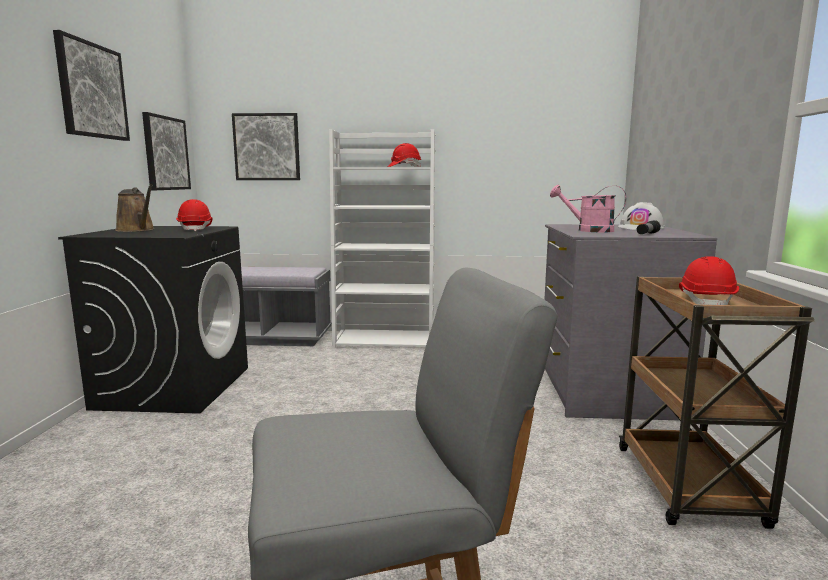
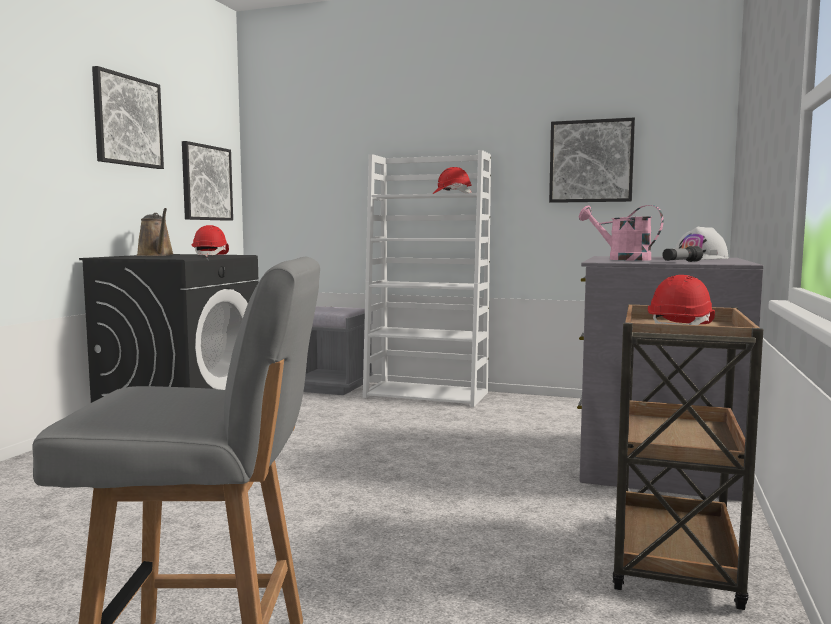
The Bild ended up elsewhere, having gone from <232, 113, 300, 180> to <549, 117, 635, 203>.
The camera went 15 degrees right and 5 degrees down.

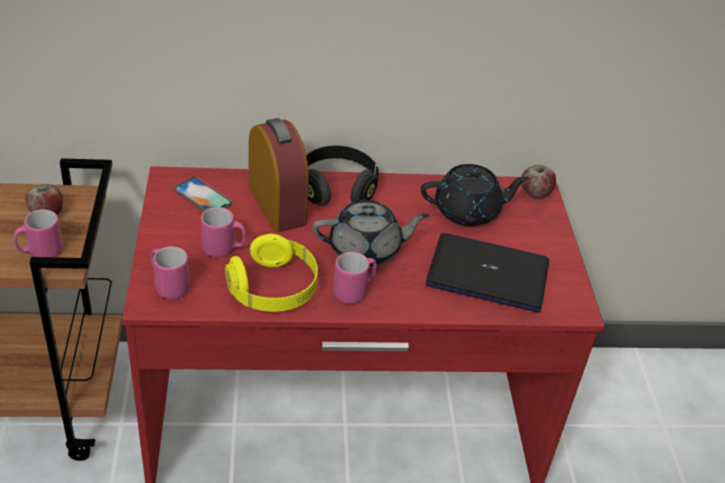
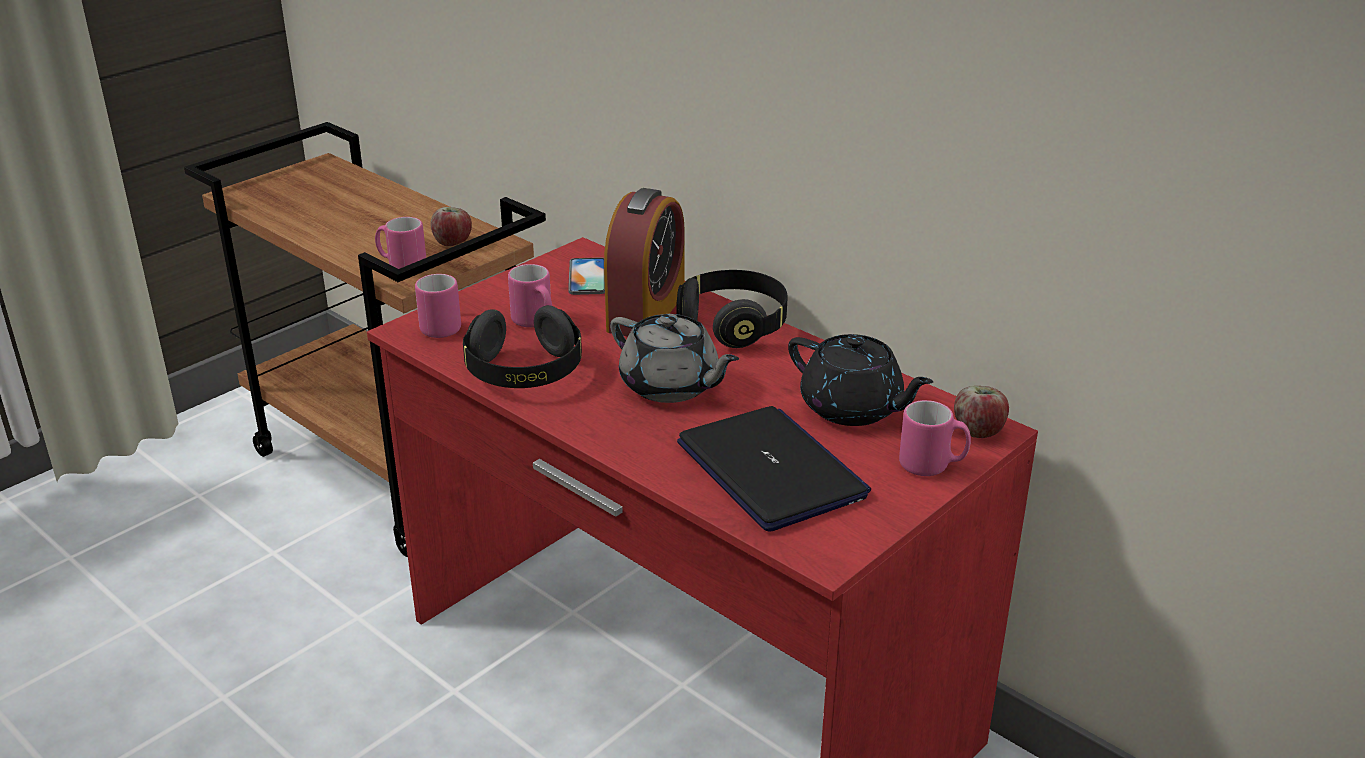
What was the Kopfhörer (gelb) at <225, 234, 318, 312> turned into the Kopfhörer (schwarz) at <463, 305, 582, 388>.
The Henkelbecher (rosa) ended up elsewhere, having gone from <333, 252, 377, 304> to <899, 400, 971, 476>.
The camera went 50 degrees right and 10 degrees down.

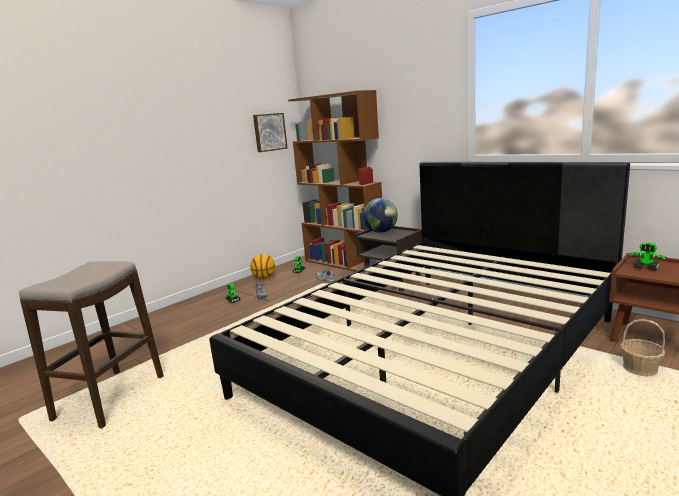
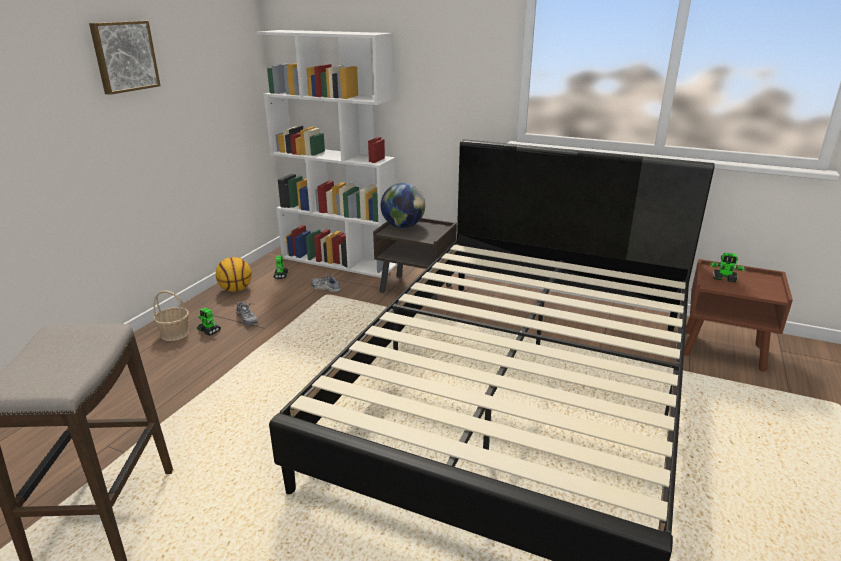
The Bild ended up elsewhere, having gone from <253, 113, 288, 152> to <89, 21, 161, 95>.
What was the Bücherregal (braun) at <288, 90, 382, 272> turned into the Bücherregal (weiß) at <257, 30, 397, 278>.
The Korb ended up elsewhere, having gone from <620, 319, 665, 377> to <153, 290, 189, 341>.
The camera went 20 degrees left and 10 degrees up.

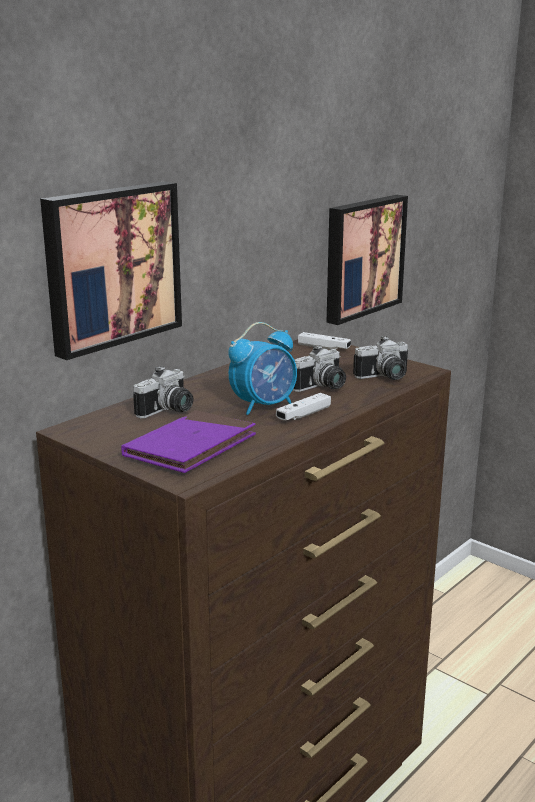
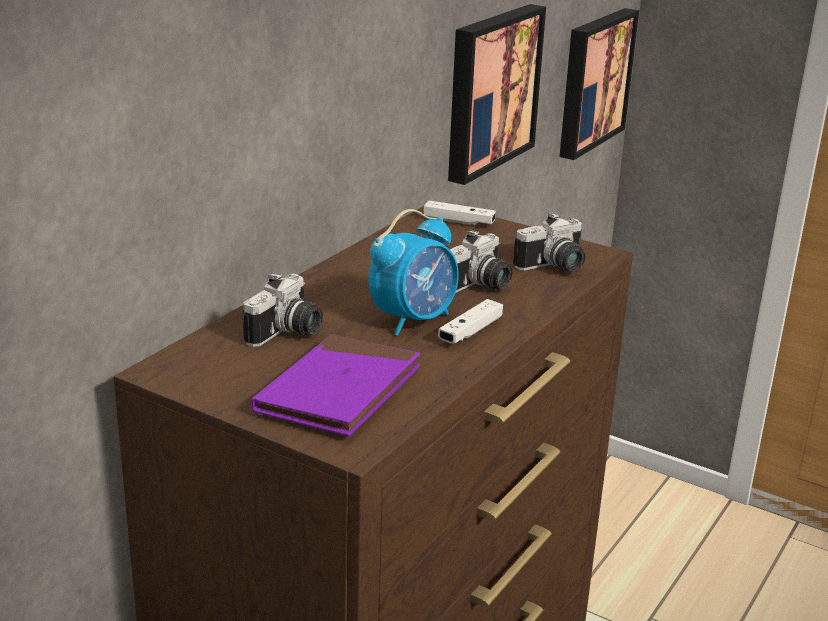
The Bild ended up elsewhere, having gone from <40, 181, 182, 360> to <560, 8, 639, 160>.
The camera went 10 degrees left and 5 degrees up.

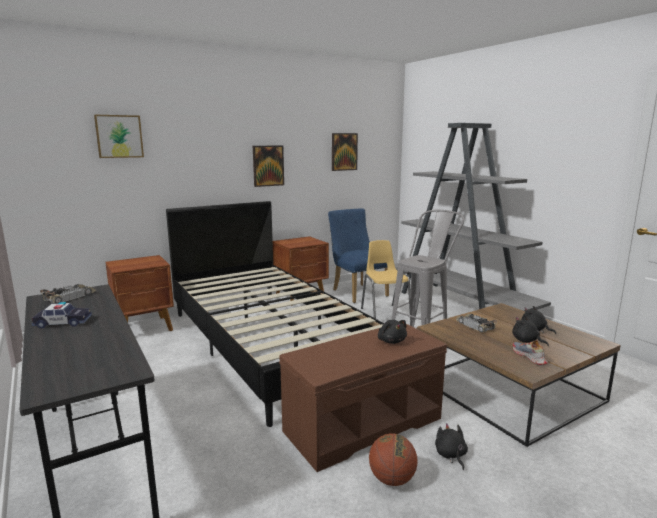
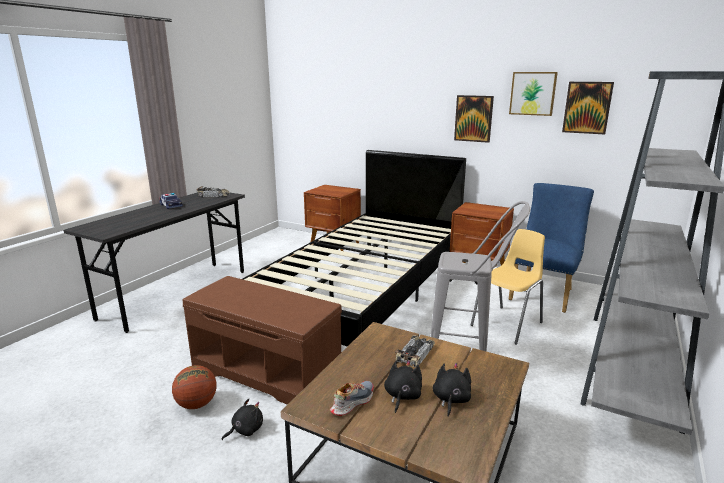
The Bild ended up elsewhere, having gone from <94, 115, 144, 158> to <509, 72, 558, 116>.
The second view lost the Plüschtier (schwarz) at <378, 320, 407, 344>.
The camera went 60 degrees right and 5 degrees up.

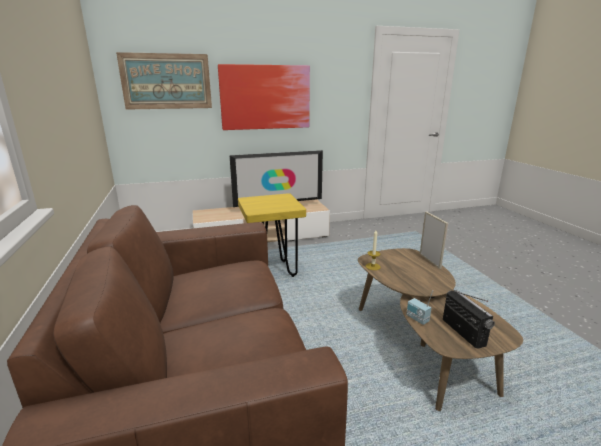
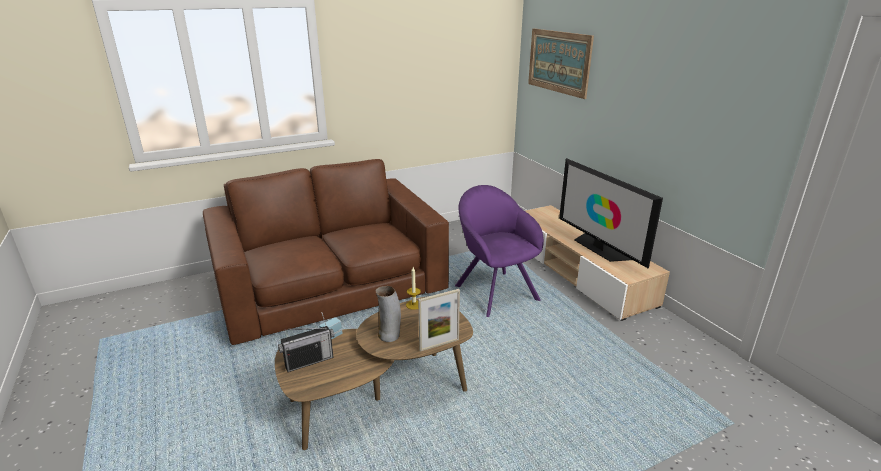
The second view lost the Bild at <218, 64, 310, 130>.
Where the Hocker (gelb) stood at <238, 193, 306, 277>, the Sessel (lila) came to stand at <455, 185, 544, 317>.
The second view gained the Vase at <375, 286, 401, 342>.
The camera went 80 degrees right and 5 degrees up.

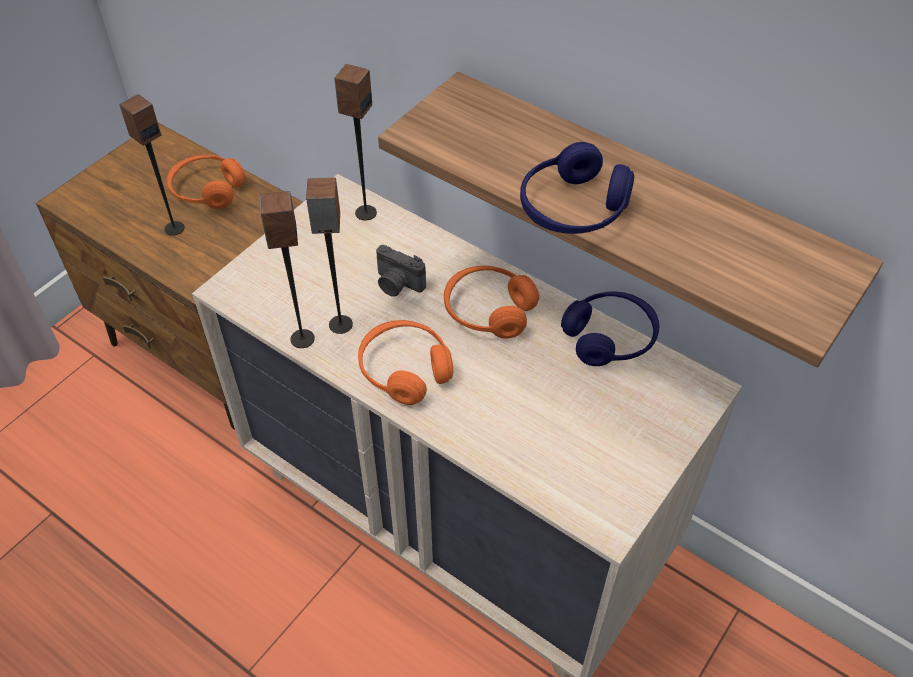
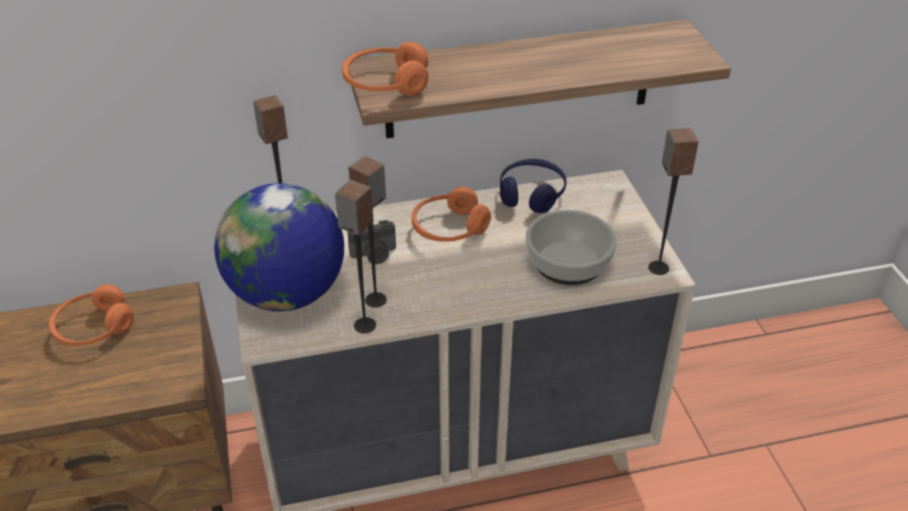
The Lautsprecher ended up elsewhere, having gone from <119, 94, 185, 236> to <648, 128, 699, 275>.
The Kopfhörer (orange) ended up elsewhere, having gone from <358, 320, 453, 405> to <342, 42, 429, 96>.
The second view lost the Kopfhörer (blau) at <520, 142, 634, 234>.
The second view gained the Globus at <214, 183, 344, 312>.
The second view gained the Schüssel at <526, 210, 617, 285>.
The camera went 50 degrees left and 10 degrees down.

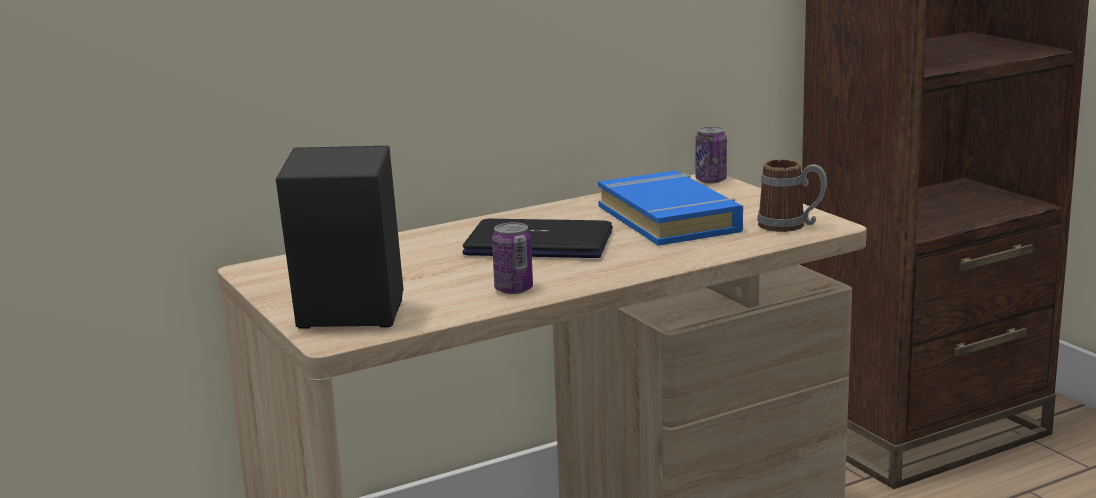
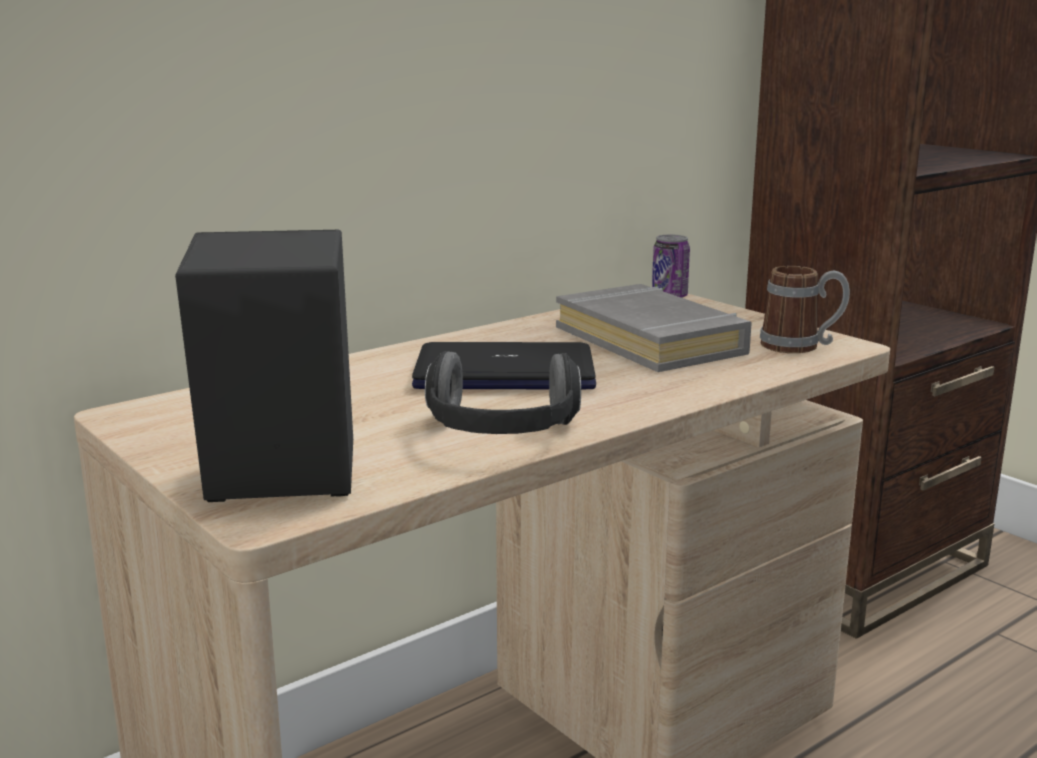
Where the Dose stood at <492, 222, 533, 294>, the Kopfhörer came to stand at <425, 351, 581, 434>.
What was the Buch (blau) at <598, 171, 743, 246> turned into the Buch (grau) at <556, 284, 752, 372>.
The camera went 10 degrees left and 0 degrees up.

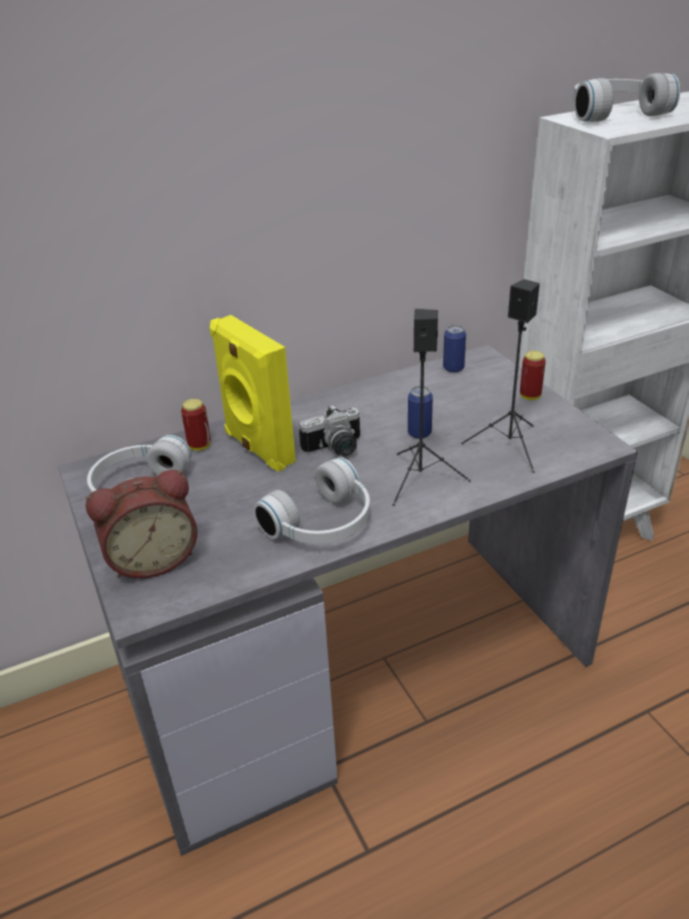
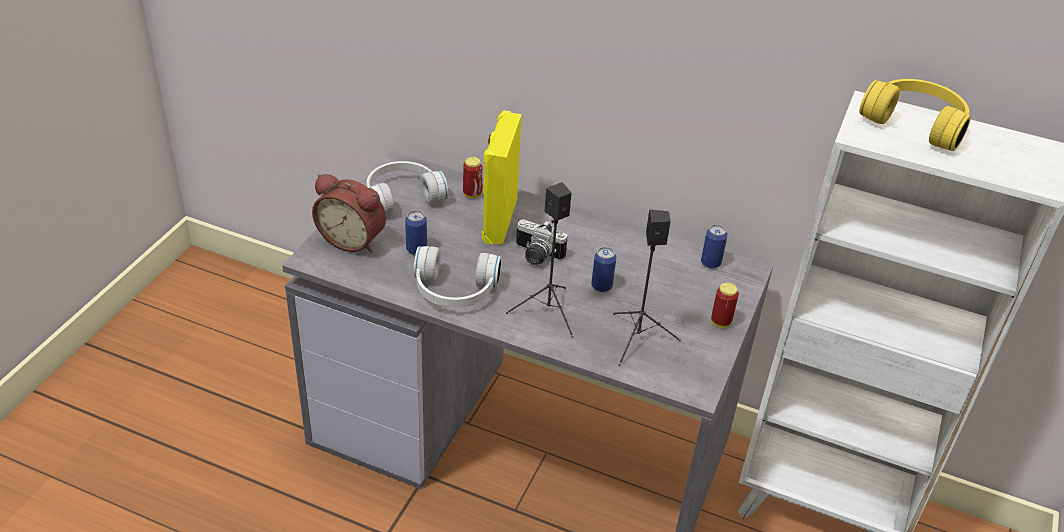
What was the Kopfhörer (weiß) at <573, 73, 680, 122> turned into the Kopfhörer (gelb) at <859, 79, 971, 151>.
The second view gained the Dose at <405, 210, 427, 255>.
The camera went 45 degrees right and 5 degrees up.

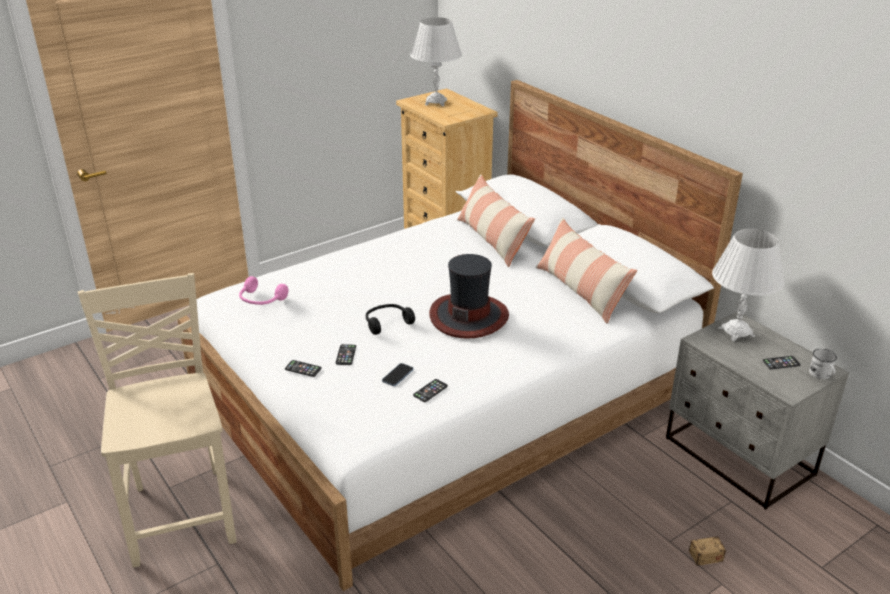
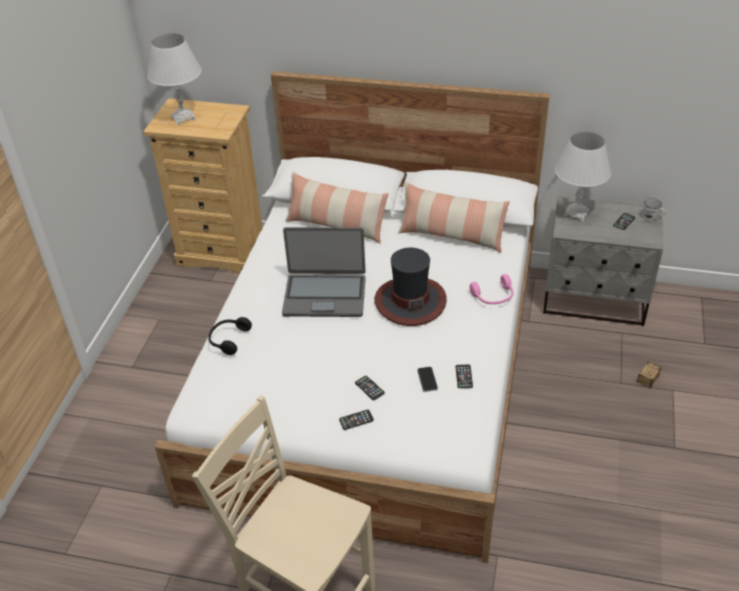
The Kopfhörer (rosa) ended up elsewhere, having gone from <239, 276, 289, 305> to <470, 274, 514, 304>.
The Kopfhörer (schwarz) ended up elsewhere, having gone from <366, 304, 415, 335> to <208, 317, 252, 355>.
The second view gained the Laptop at <282, 227, 366, 317>.
The camera went 40 degrees left and 10 degrees up.

